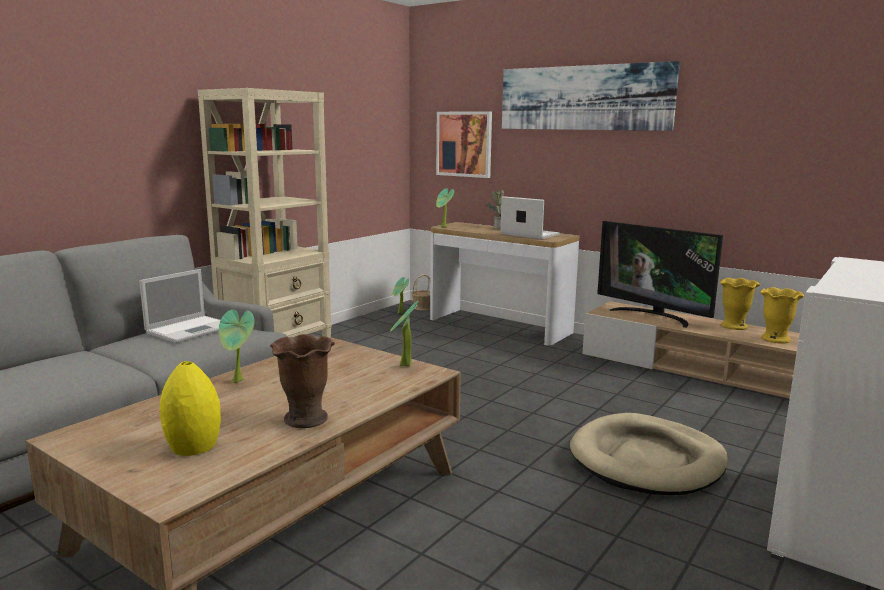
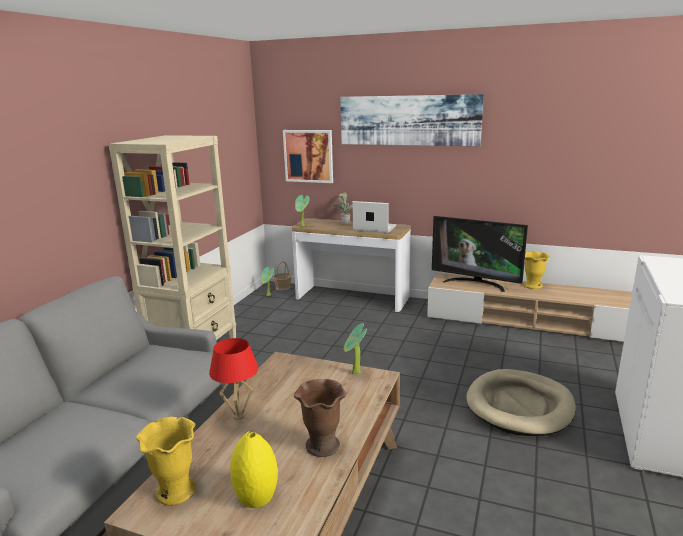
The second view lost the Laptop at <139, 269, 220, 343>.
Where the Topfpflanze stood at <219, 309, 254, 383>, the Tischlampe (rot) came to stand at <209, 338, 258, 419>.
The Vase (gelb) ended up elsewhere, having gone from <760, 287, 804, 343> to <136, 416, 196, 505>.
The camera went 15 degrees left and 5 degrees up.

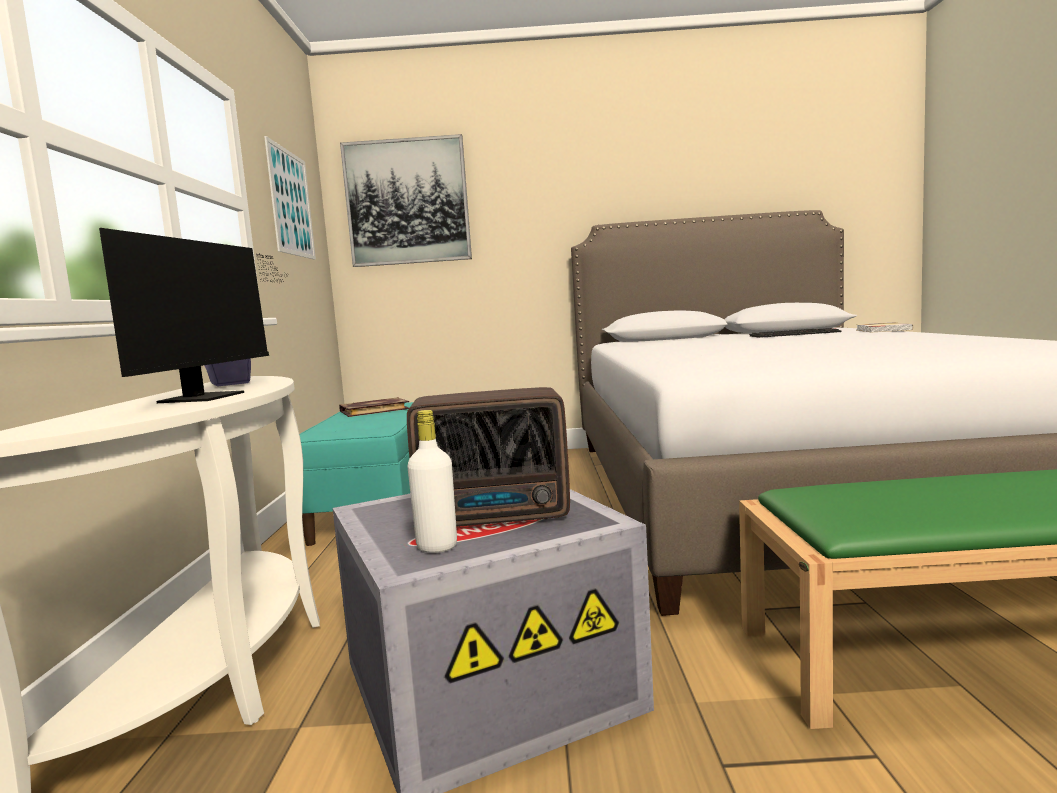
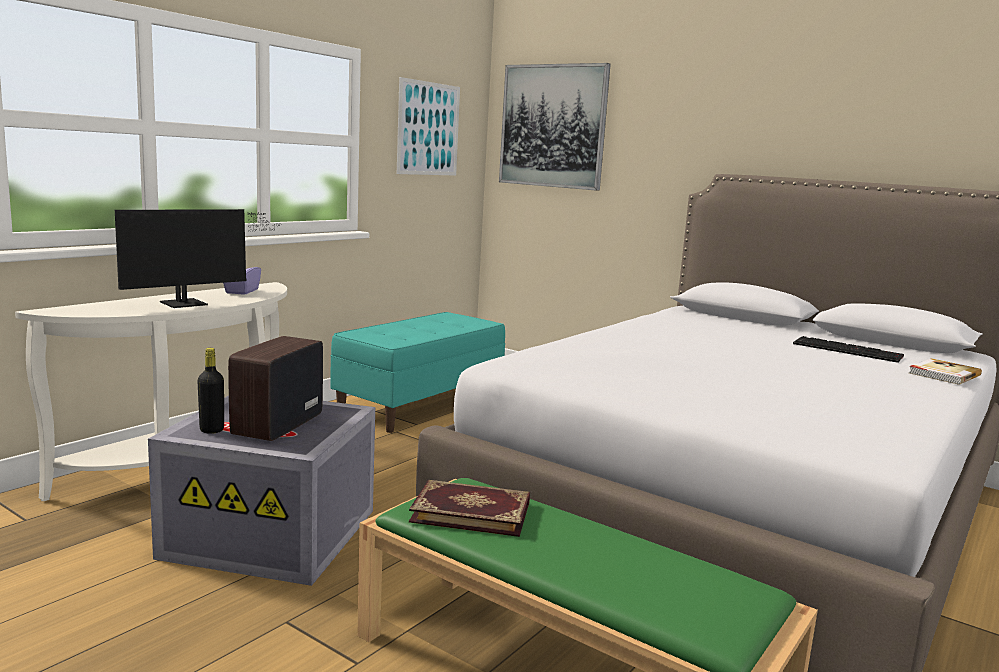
The Buch ended up elsewhere, having gone from <339, 397, 409, 417> to <409, 480, 530, 537>.
The Radio at <407, 387, 570, 527> ended up facing another way, 75 degrees clockwise from before.
What was the Flasche (weiß) at <407, 410, 457, 553> turned into the Flasche (schwarz) at <198, 348, 224, 434>.
The camera went 35 degrees right and 5 degrees up.

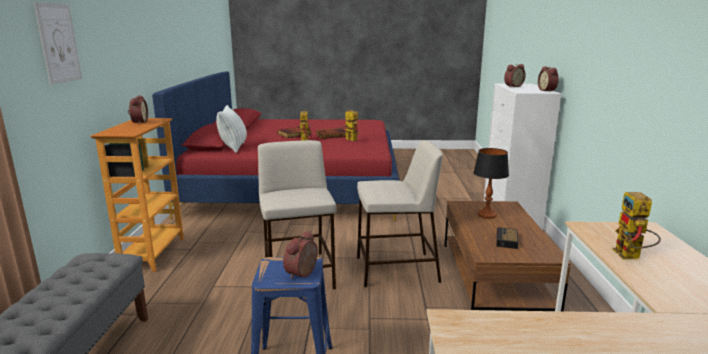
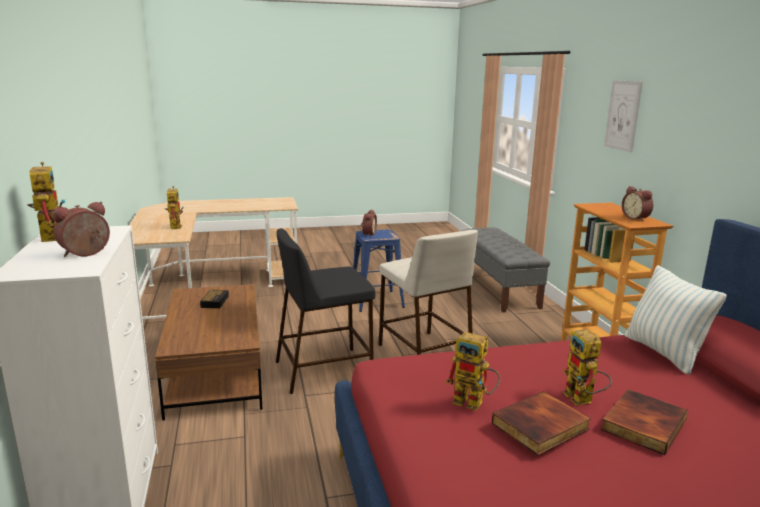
What was the Hocker (beige) at <357, 140, 443, 287> turned into the Hocker (schwarz) at <276, 228, 376, 394>.
The second view lost the Tischlampe at <473, 148, 509, 219>.
Where the Wecker stood at <538, 66, 559, 92>, the Spielzeugroboter came to stand at <27, 162, 65, 242>.
The camera went 165 degrees right and 0 degrees up.

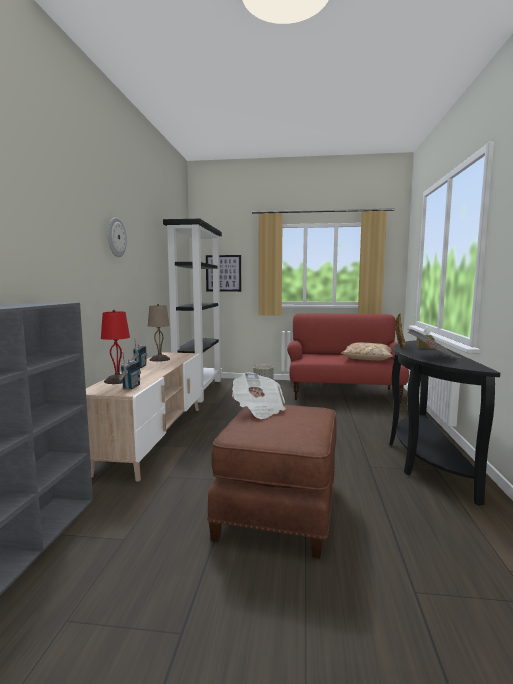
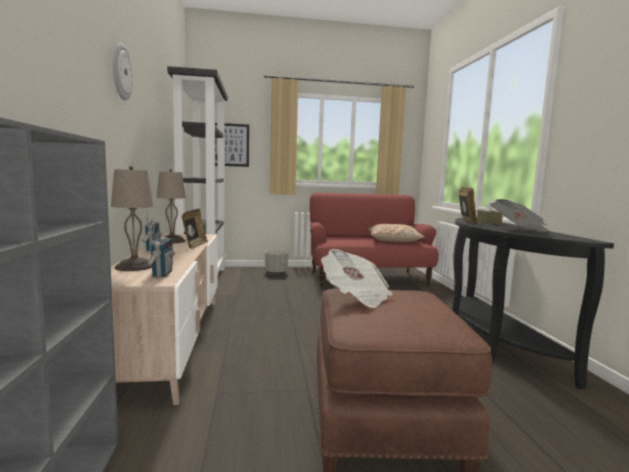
What was the Tischlampe (rot) at <101, 310, 130, 384> turned into the Tischlampe (beige) at <111, 166, 153, 271>.
The second view gained the Bilderrahmen at <182, 208, 208, 249>.
The camera went 15 degrees left and 0 degrees up.

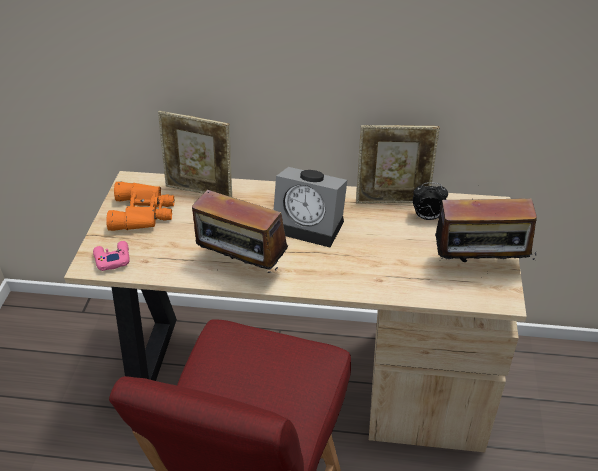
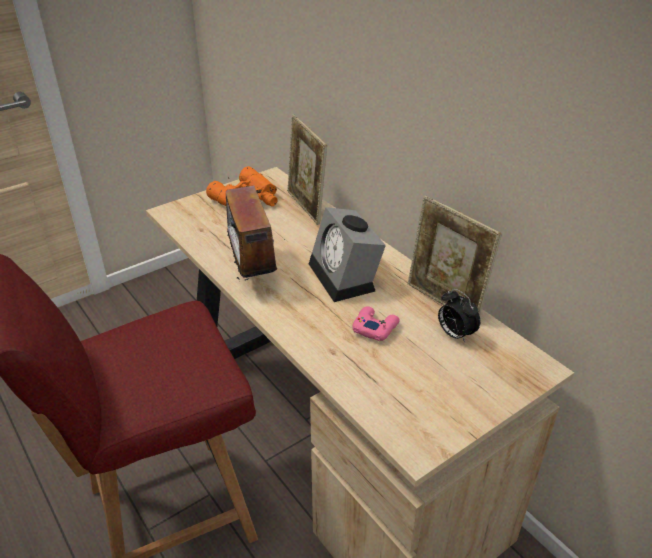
The Gamepad (rosa) ended up elsewhere, having gone from <93, 241, 130, 271> to <352, 306, 400, 341>.
The second view lost the Radio at <435, 185, 537, 262>.
The camera went 45 degrees right and 5 degrees down.

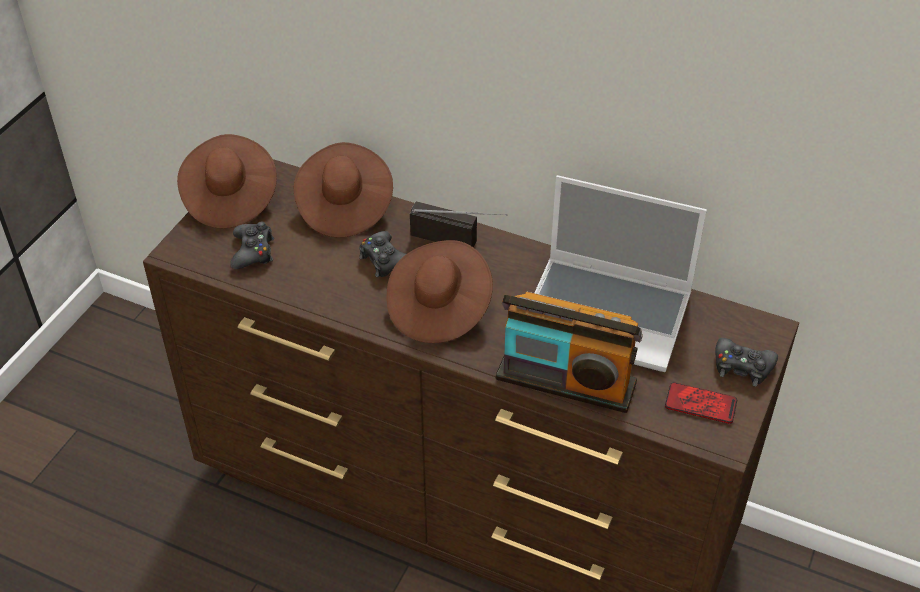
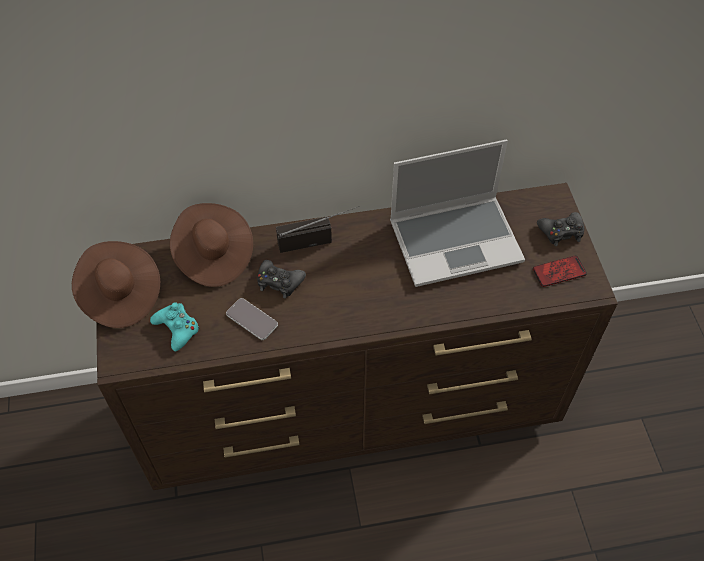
What was the Gamepad (schwarz) at <230, 221, 274, 269> turned into the Gamepad (türkis) at <150, 302, 200, 351>.
The second view lost the Hut (braun) at <387, 240, 493, 343>.
The second view lost the Radio at <496, 292, 643, 413>.
The second view gained the Handy at <226, 298, 278, 340>.
The camera went 35 degrees left and 10 degrees up.

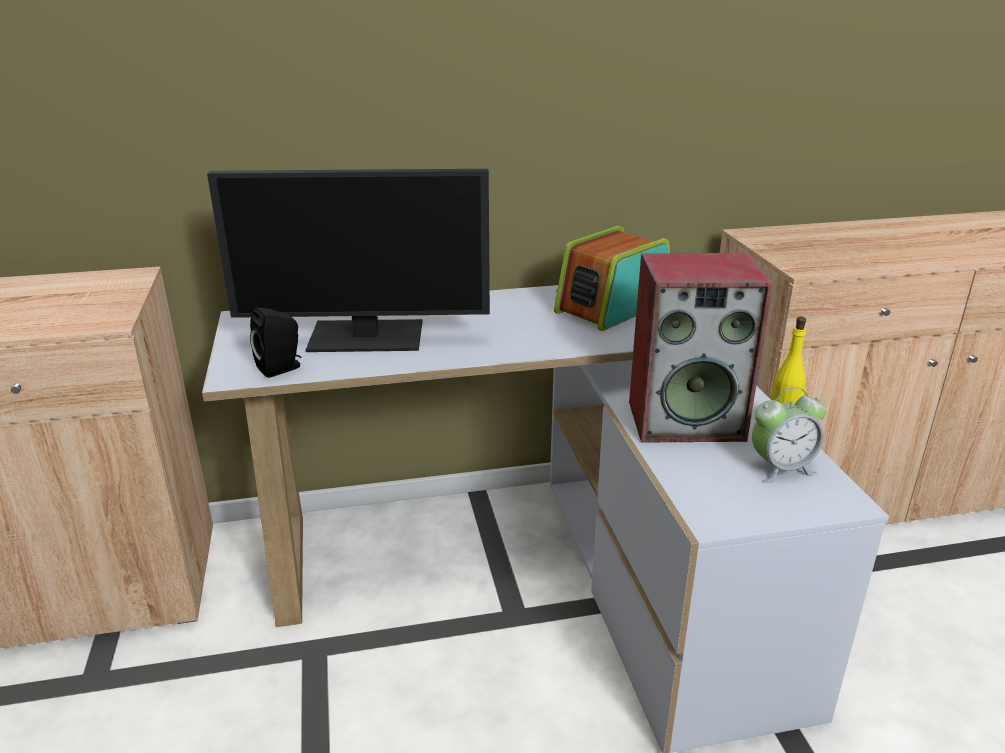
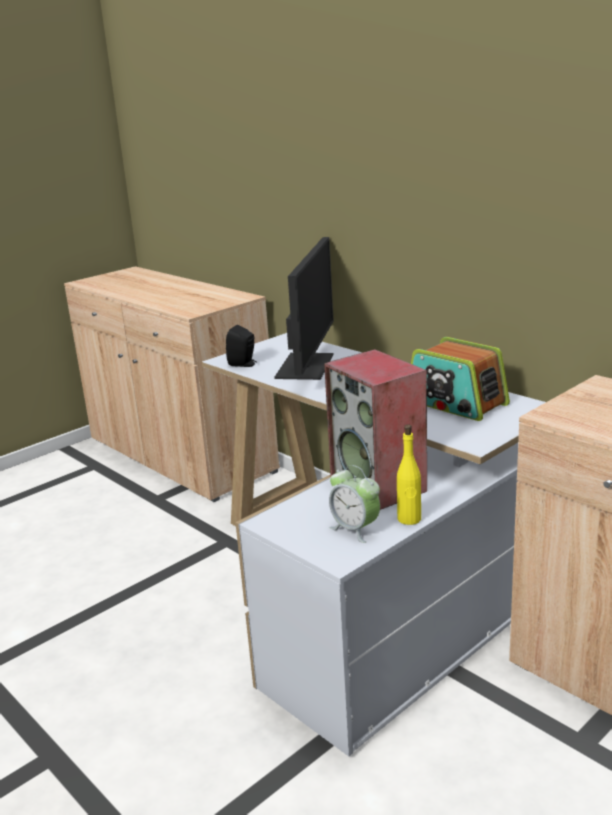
The Monitor at <207, 169, 490, 352> ended up facing another way, 135 degrees counterclockwise from before.
The Radio at <554, 226, 670, 331> ended up facing another way, 150 degrees counterclockwise from before.
The camera went 60 degrees right and 5 degrees down.

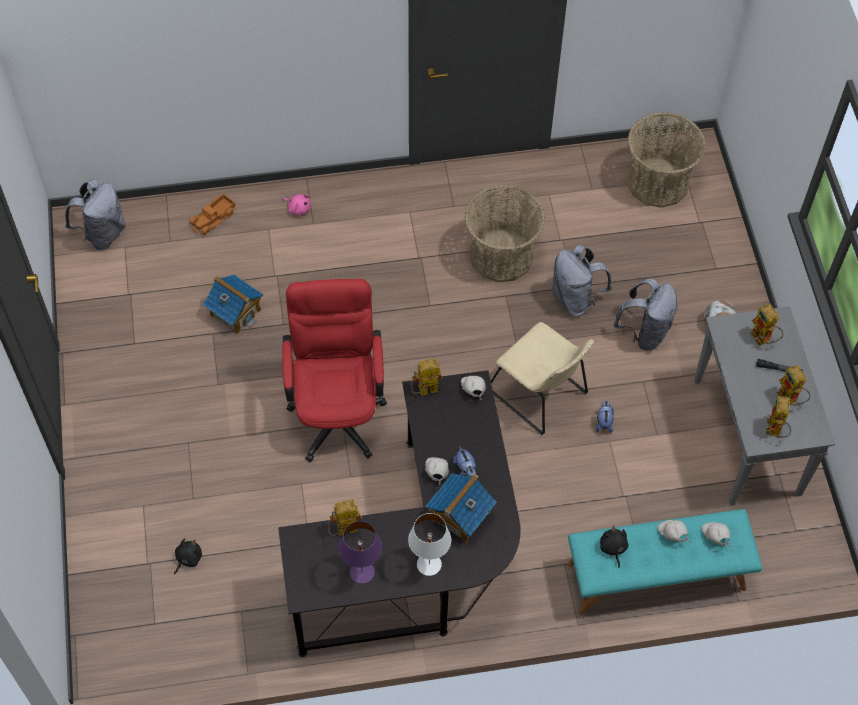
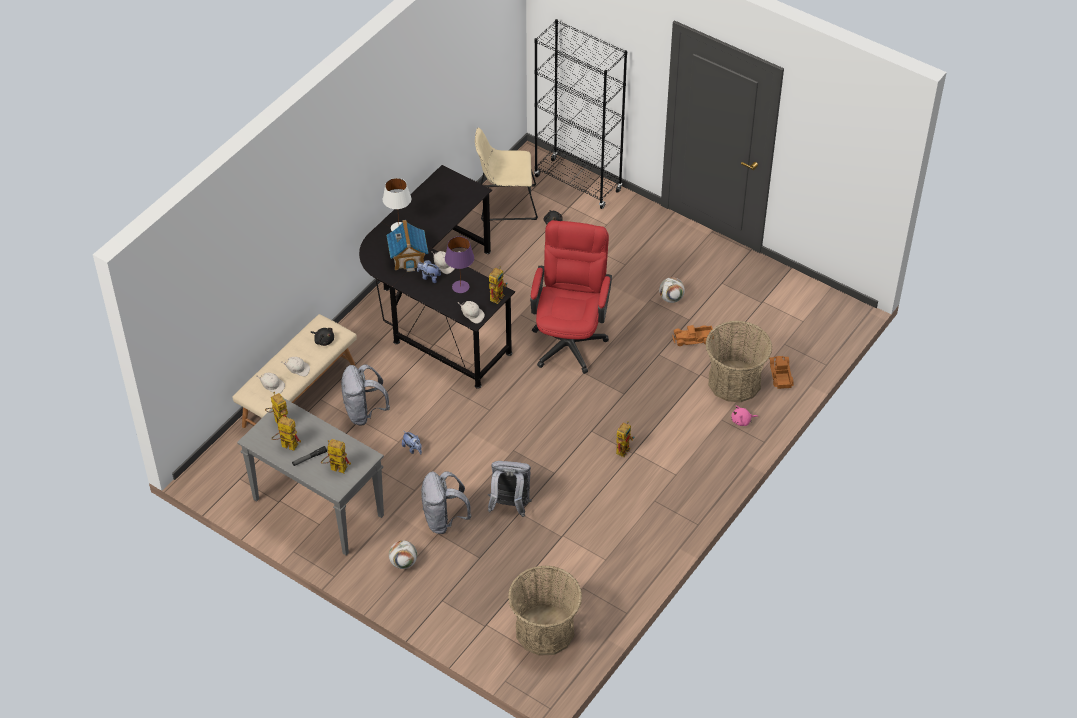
The Rucksack (grau) ended up elsewhere, having gone from <65, 179, 126, 250> to <341, 364, 390, 425>.
Where the Spielzeughaus stood at <203, 274, 263, 334>, the Spielzeuglaster came to stand at <672, 325, 714, 346>.
The Bürostuhl (rot) at <282, 279, 387, 463> ended up facing another way, 120 degrees counterclockwise from before.
The Spielzeugroboter ended up elsewhere, having gone from <328, 500, 362, 536> to <616, 421, 635, 457>.
The Tischlampe (lila) ended up elsewhere, having gone from <339, 521, 382, 583> to <445, 236, 474, 293>.
The Korb ended up elsewhere, having gone from <465, 185, 545, 282> to <705, 321, 772, 402>.
The Stuhl (beige) ended up elsewhere, having gone from <491, 322, 594, 435> to <475, 127, 538, 221>.
What was the Bank (türkis) at <568, 509, 763, 615> turned into the Bank (beige) at <233, 314, 357, 428>.
The second view gained the Bücherregal (schwarz) at <534, 19, 627, 209>.
The second view gained the Fußball at <659, 277, 685, 303>.
The camera went 135 degrees right and 10 degrees down.

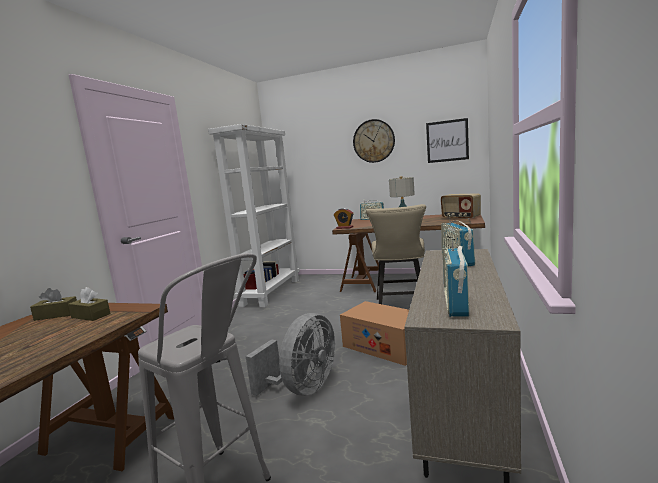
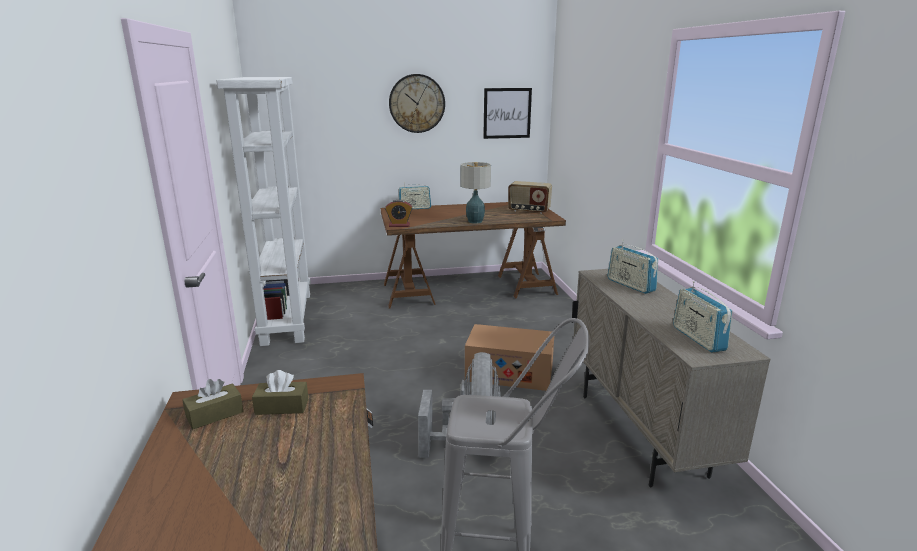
The second view lost the Stuhl (beige) at <366, 204, 426, 304>.
The camera went 30 degrees left and 10 degrees up.

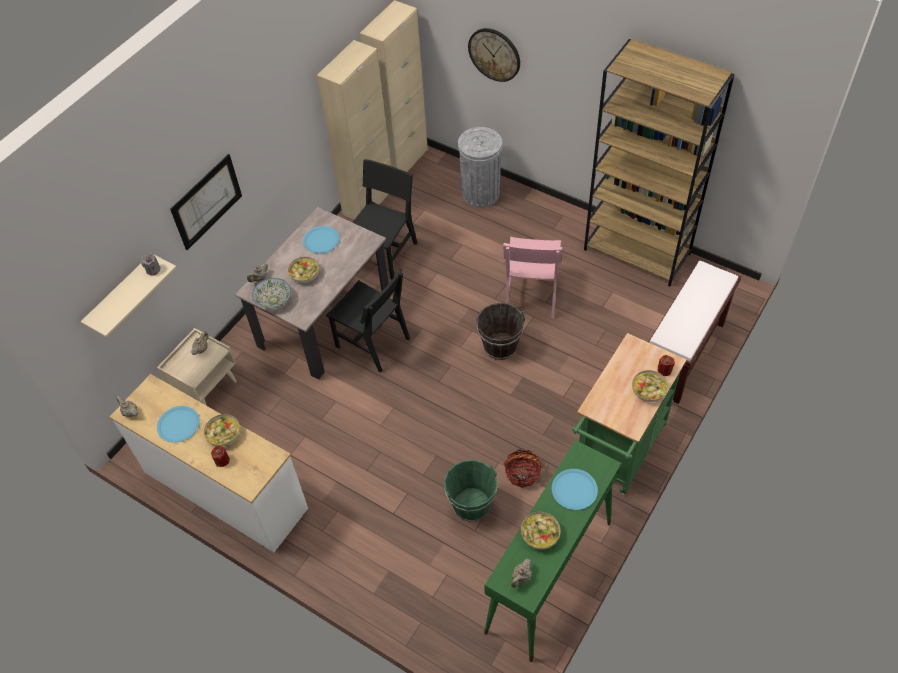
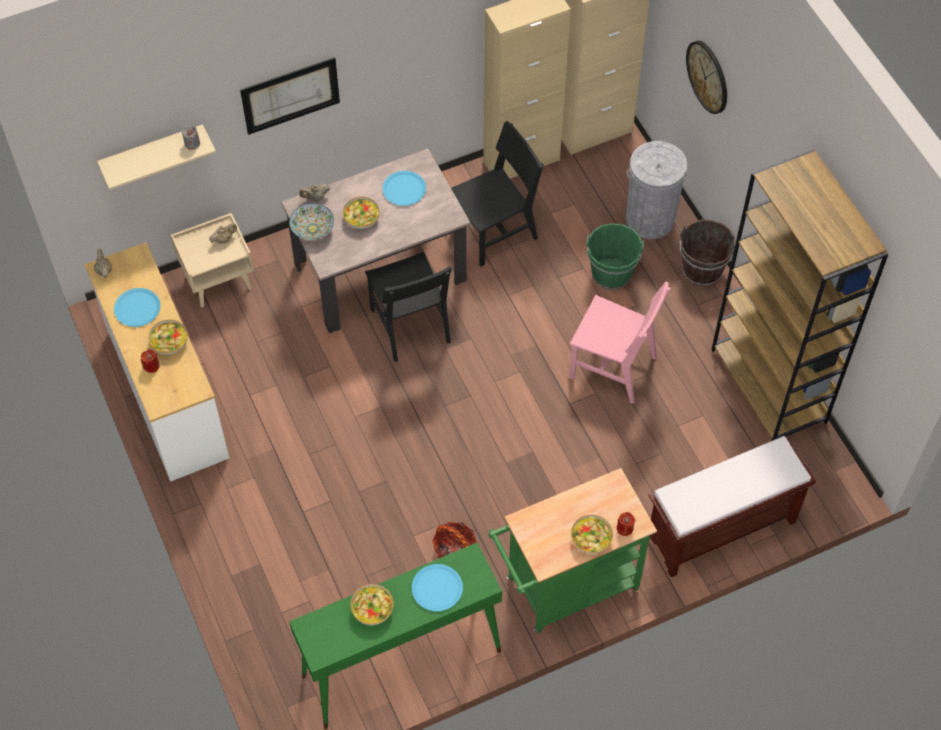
The Eimer (grün) ended up elsewhere, having gone from <444, 460, 498, 521> to <587, 223, 644, 290>.
The Eimer (braun) ended up elsewhere, having gone from <476, 303, 525, 360> to <680, 220, 736, 286>.
The Stuhl (rosa) at <503, 237, 562, 318> ended up facing another way, 105 degrees counterclockwise from before.
The second view lost the Teekanne (beige) at <511, 559, 531, 588>.
The camera went 30 degrees right and 5 degrees up.

